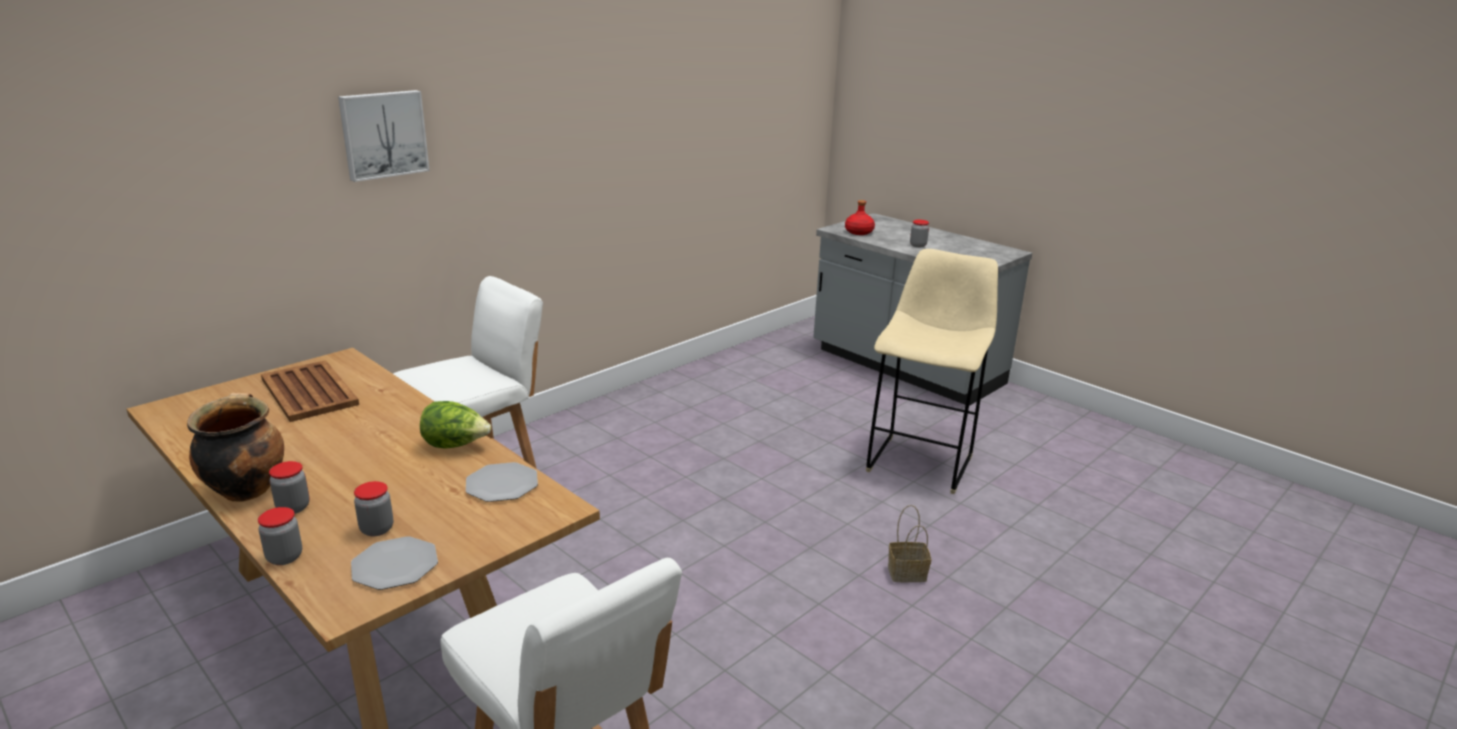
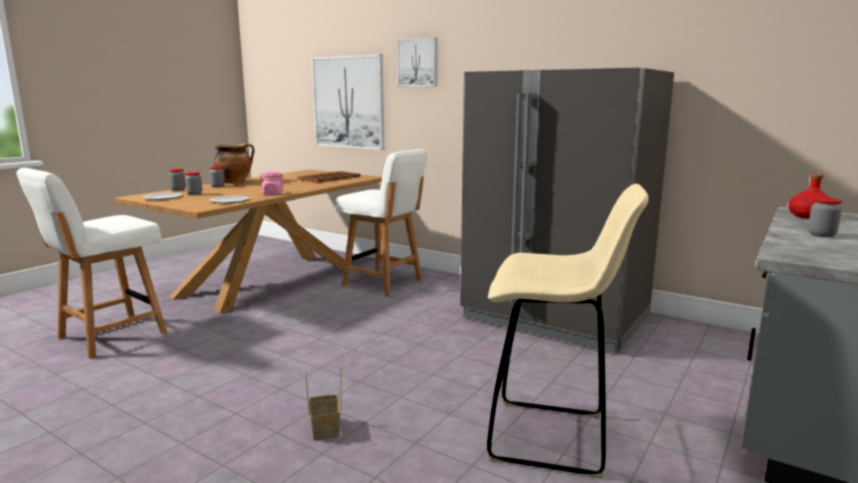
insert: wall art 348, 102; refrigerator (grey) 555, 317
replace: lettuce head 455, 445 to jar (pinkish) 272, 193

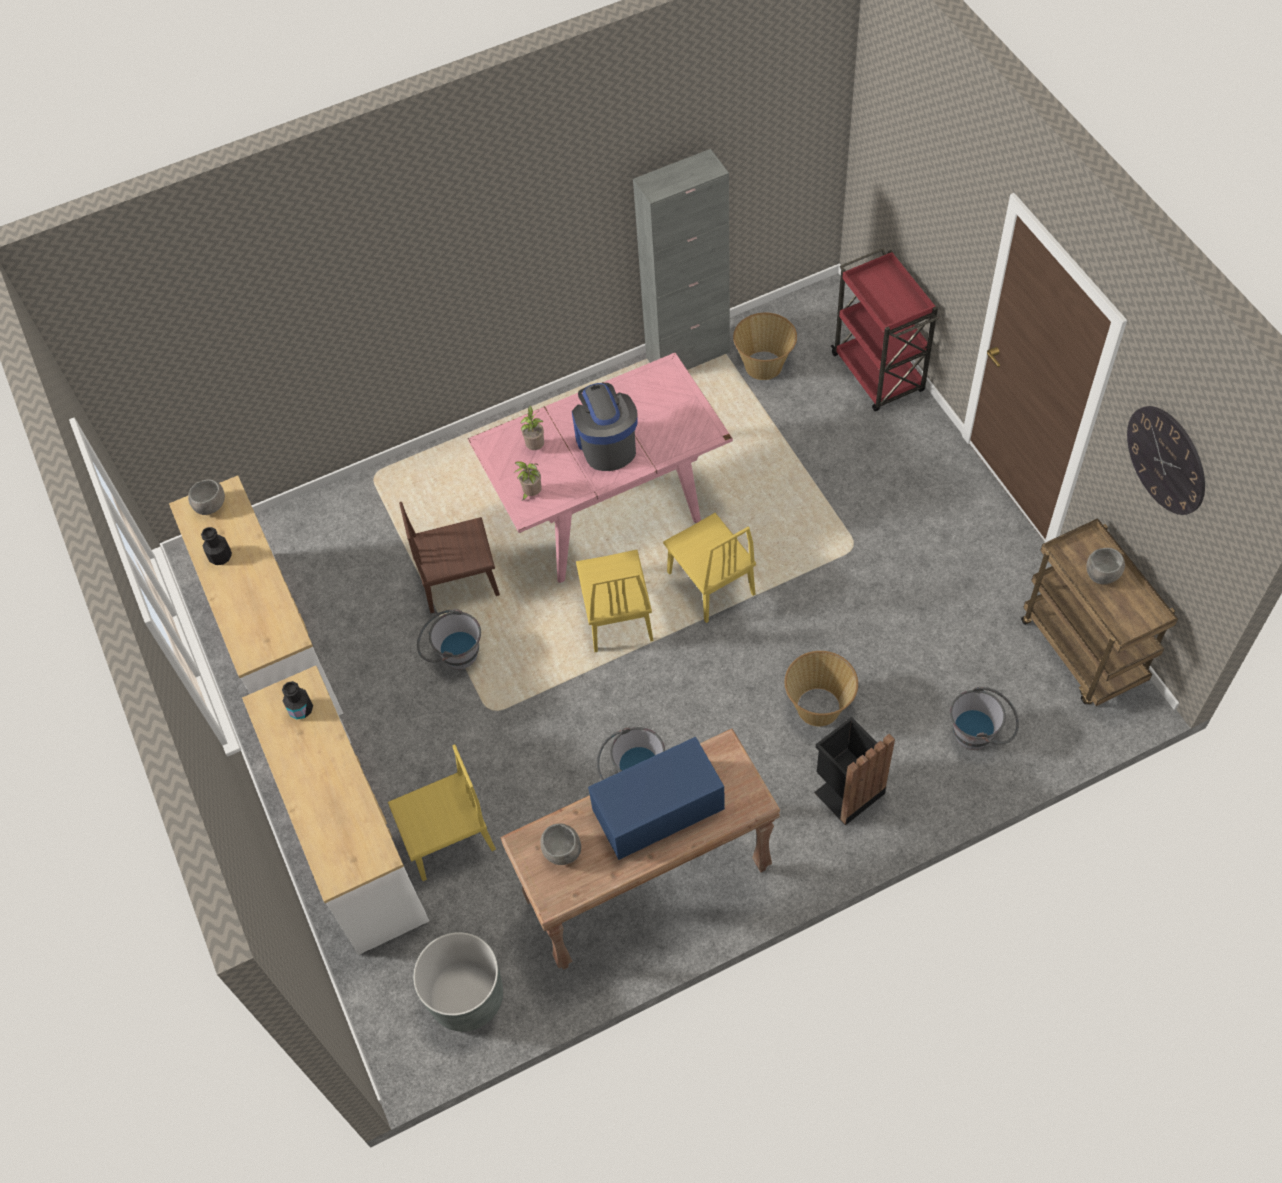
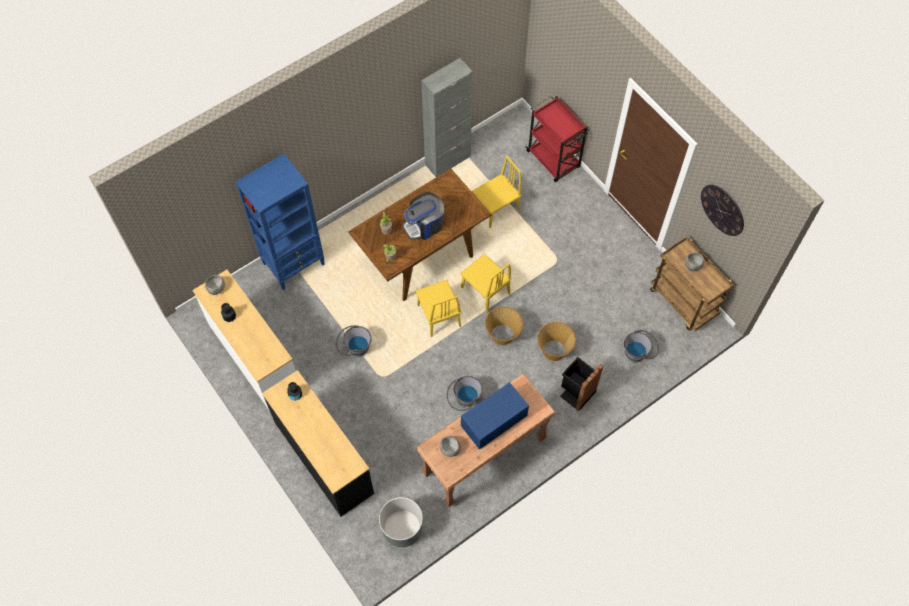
delete: plain chair (brown-coloured) 459, 580
insert: shelving unit (blue) 294, 263
move: plain chair (yellow-coloured) 448, 838 to 496, 208; storage basket 764, 365 to 503, 335
recolor: dresser (white-coloured) 352, 841 to dresser (black-coloured) 323, 458; dining table (pinkish) 608, 510 to dining table (brown-coloured) 421, 256
rotate: coffee maker 606, 443 = 424, 225 90 degrees counterclockwise

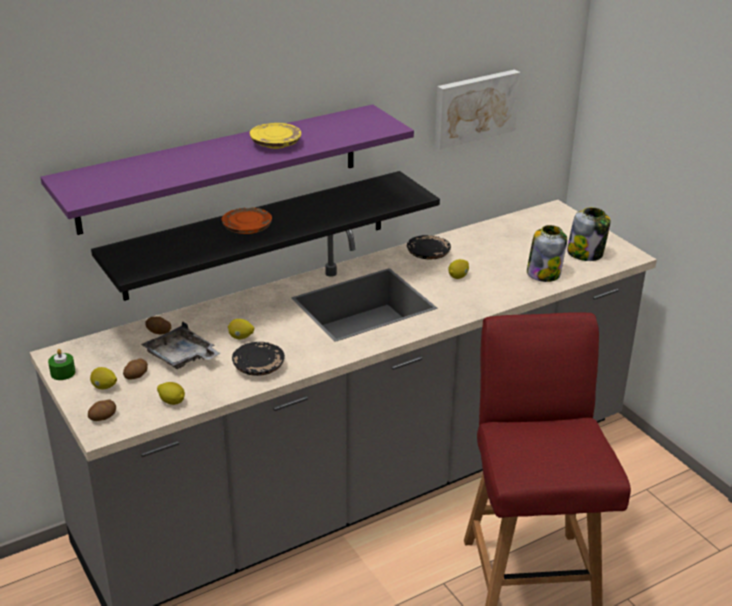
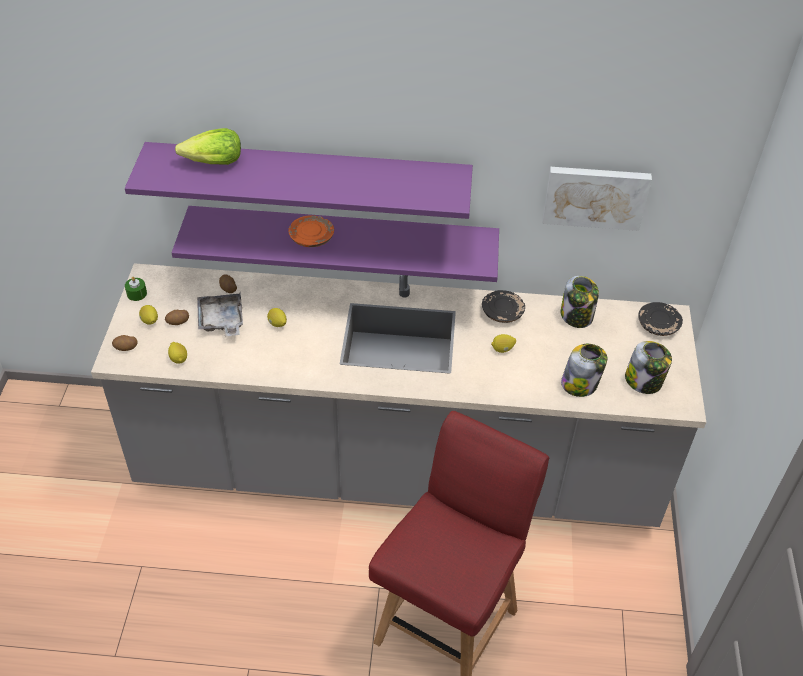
delete: flat dish (yellow-coloured) 276, 144
insert: lettuce head 213, 162; jar 577, 316
move: flat dish (black-coloured) 259, 366 to 658, 325
recolor: bracket shelf (black-coloured) 257, 234 to bracket shelf (purplish) 343, 238

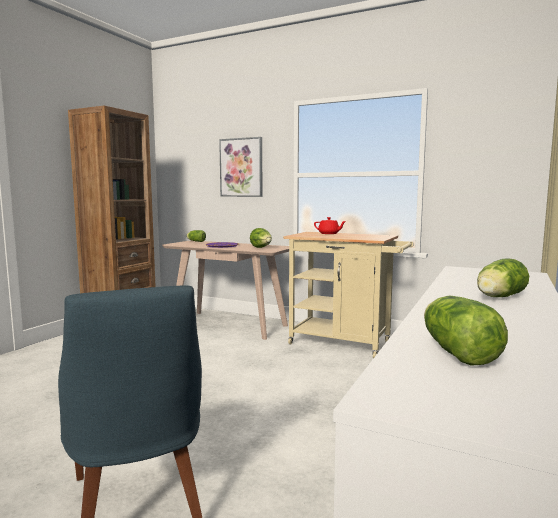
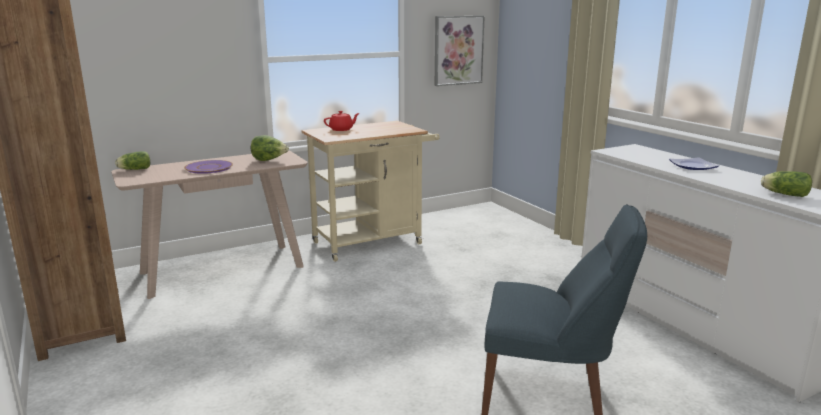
move: wall art 241, 167 to 458, 50
replace: lettuce head 498, 297 to flat dish 693, 166

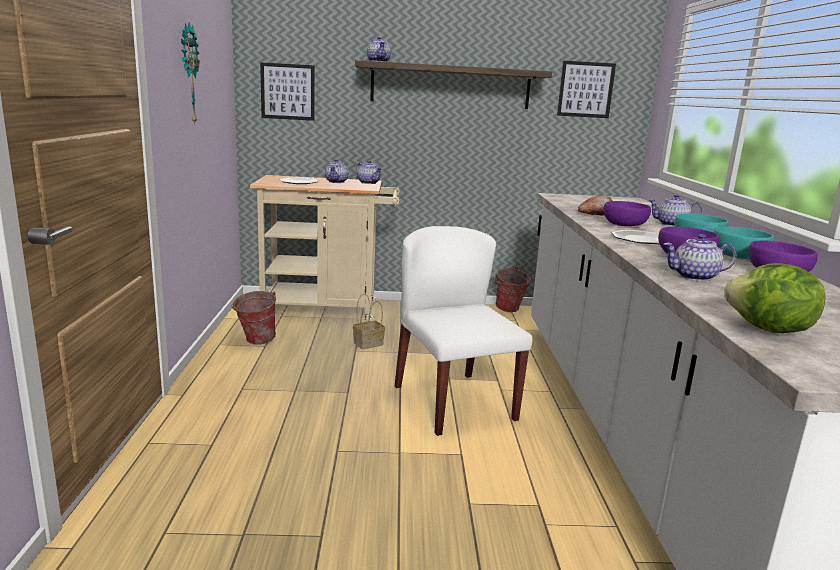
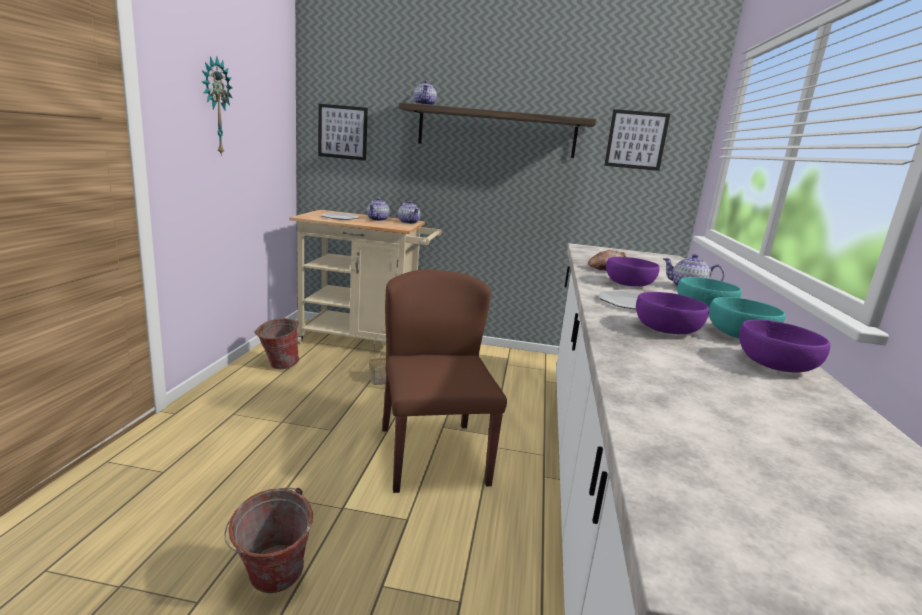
delete: pot for tea 694, 277; lettuce head 768, 330
move: water bucket 508, 310 to 271, 584
recolor: plain chair (white-coloured) 453, 402 to plain chair (brown-coloured) 432, 454

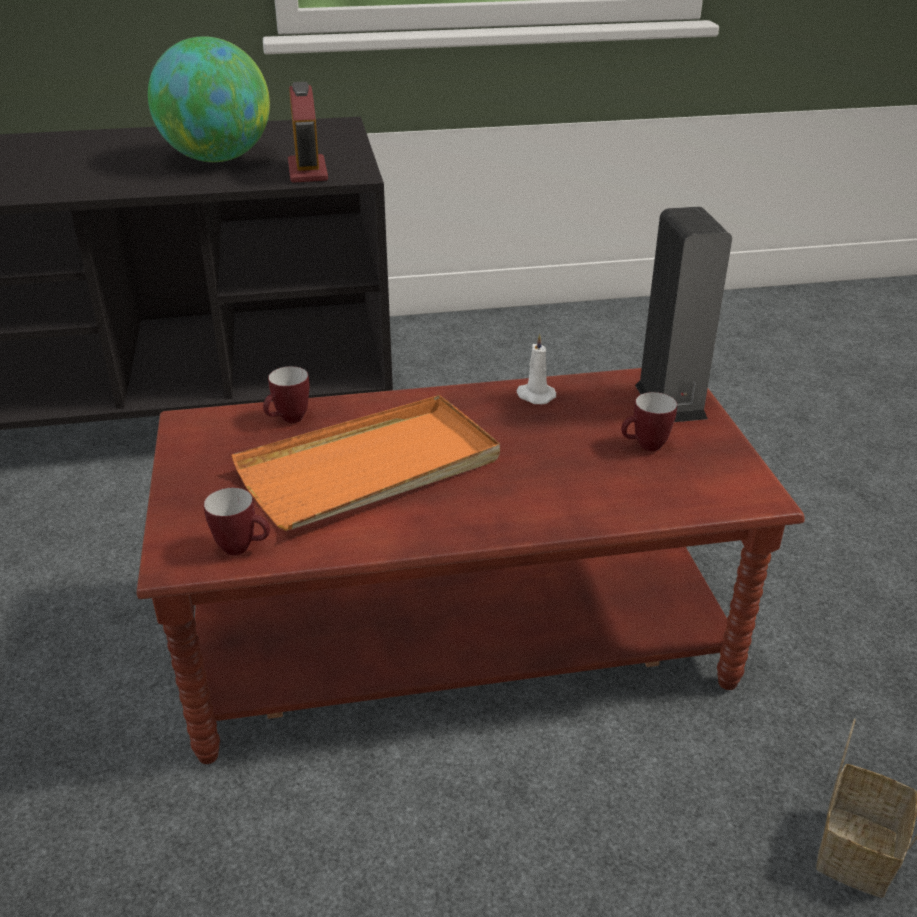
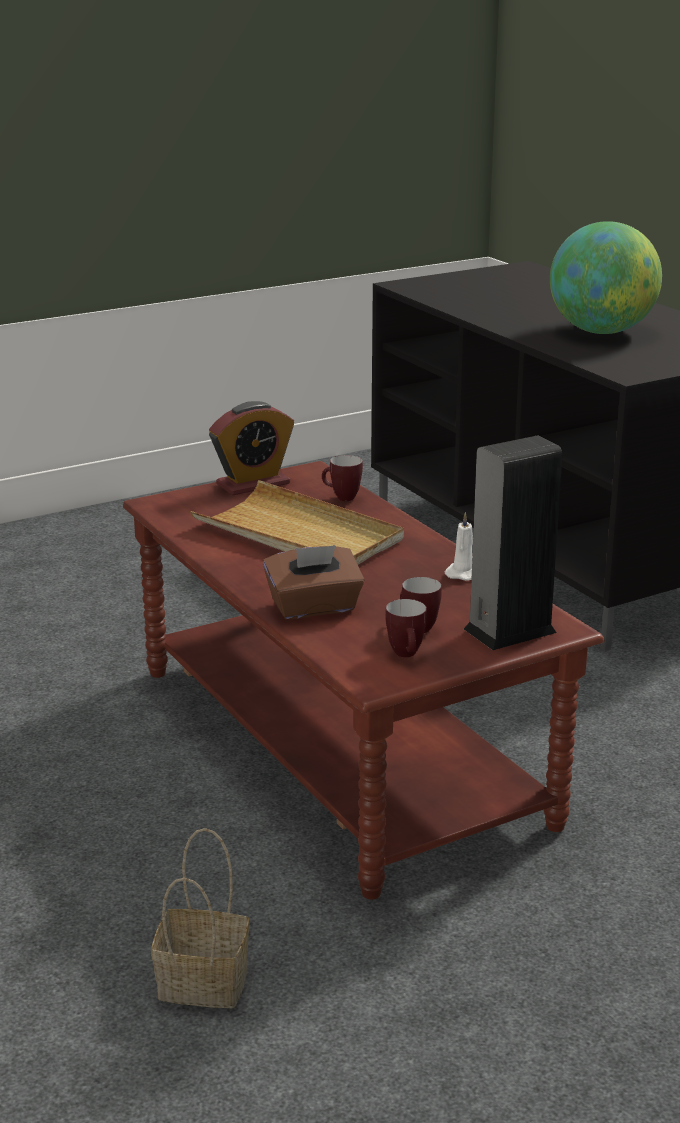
insert: tissue box (brown-coloured) 314, 607
move: alarm clock 307, 171 to 253, 484; coffee mug 243, 548 to 407, 655
recolor: carrying tray (orange) 371, 469 to carrying tray (beige) 298, 534

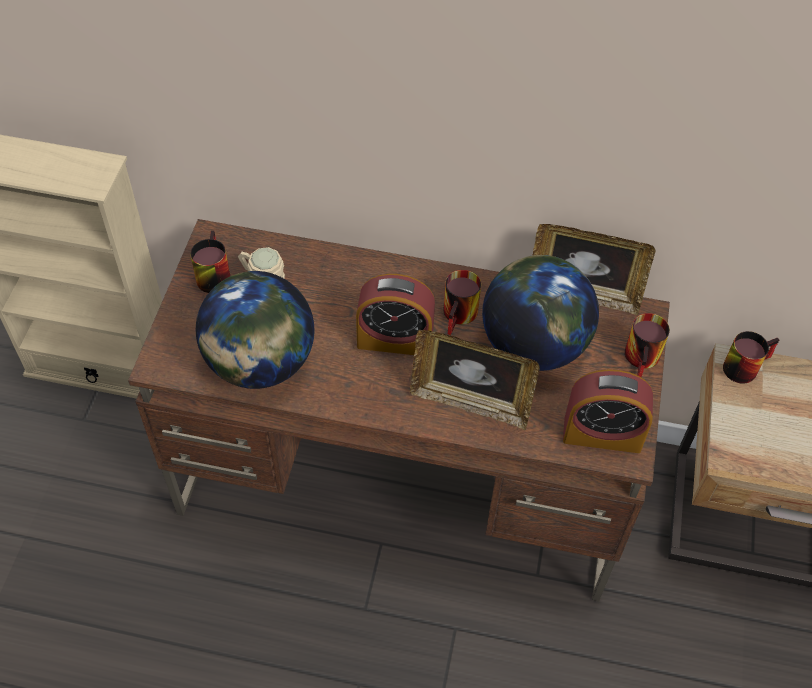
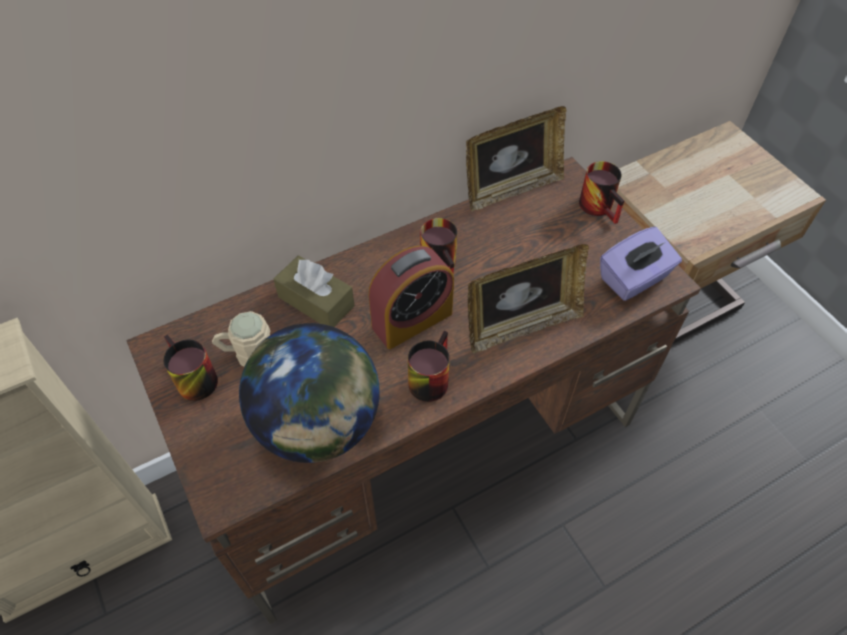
delete: desk globe 534, 345
insert: tissue box (brown-coloured) 316, 301
move: coffee mug 743, 364 to 428, 376
replace: alarm clock 602, 434 to tissue box (purplish) 634, 279

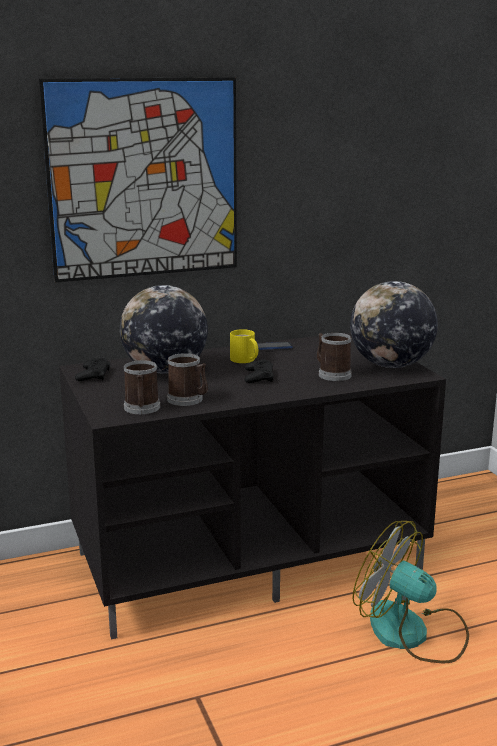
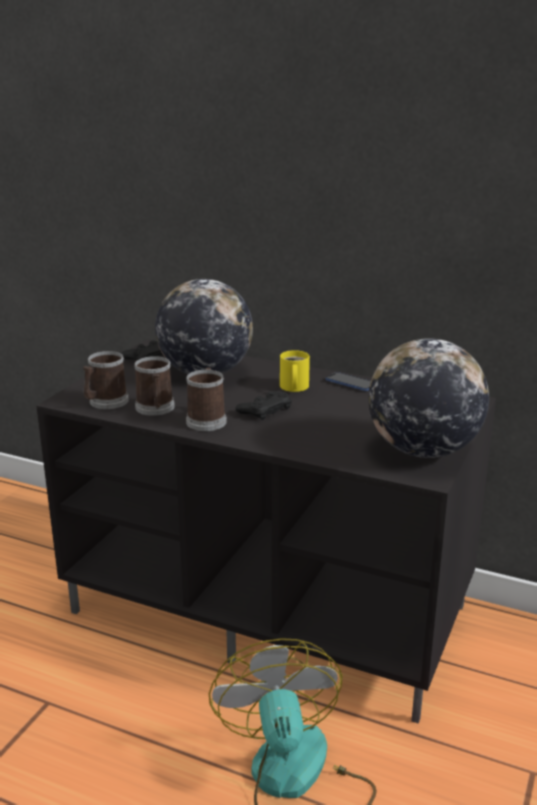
delete: wall art 144, 179
move: coffee mug 331, 374 to 207, 420

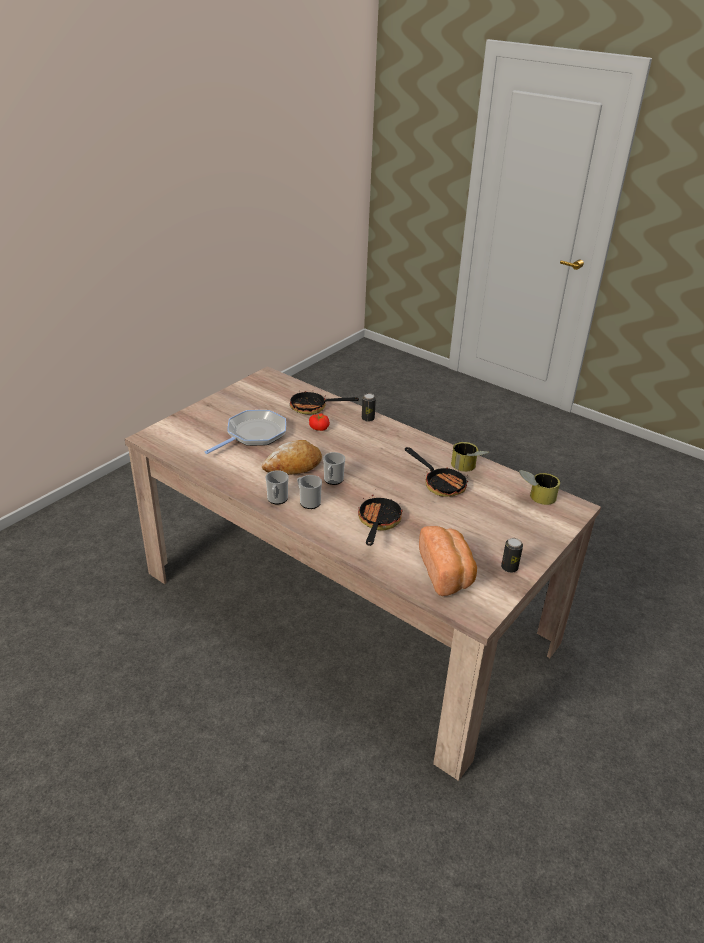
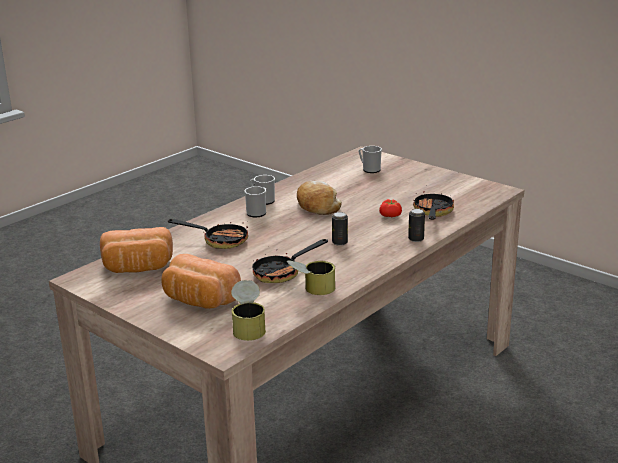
delete: frying pan 253, 434
insert: bread 199, 300
move: metal can 509, 567 to 340, 242; coffee mug 332, 480 to 369, 169

